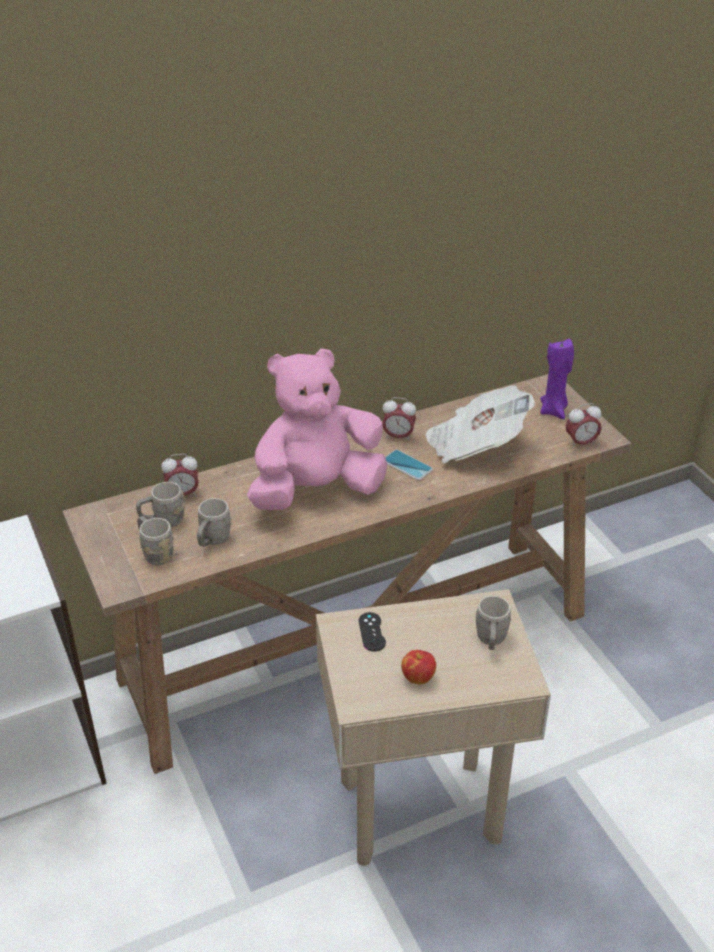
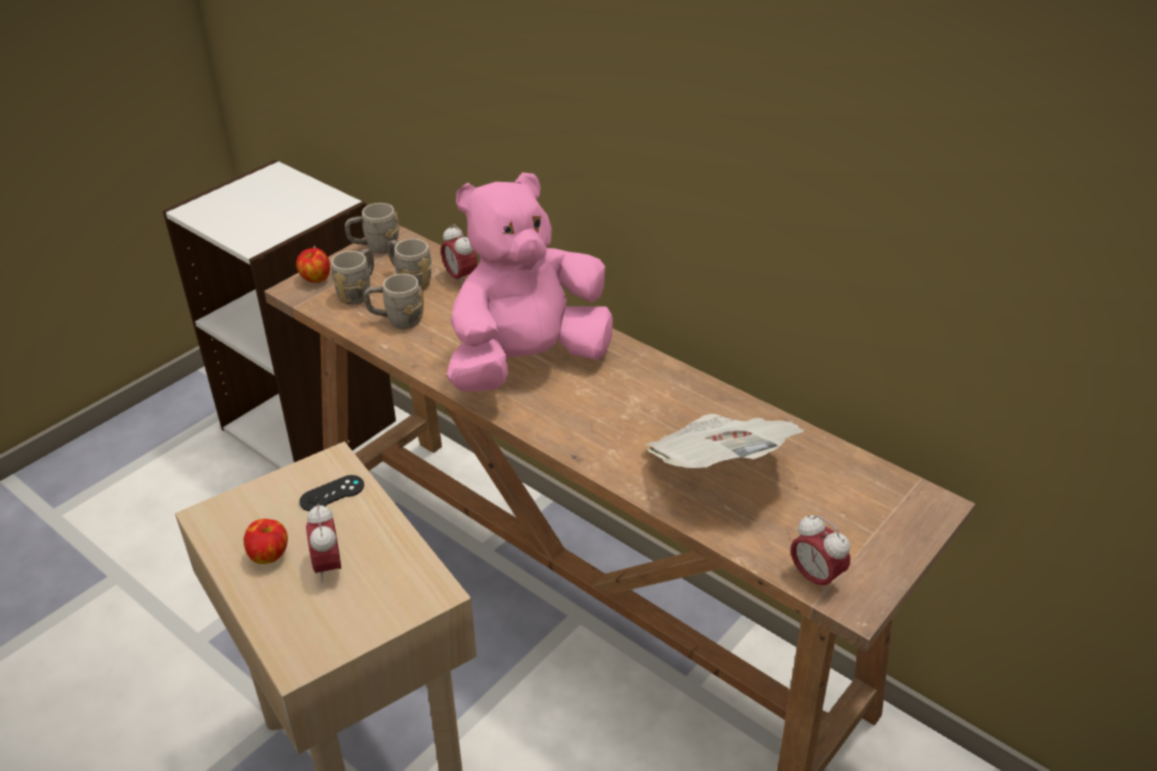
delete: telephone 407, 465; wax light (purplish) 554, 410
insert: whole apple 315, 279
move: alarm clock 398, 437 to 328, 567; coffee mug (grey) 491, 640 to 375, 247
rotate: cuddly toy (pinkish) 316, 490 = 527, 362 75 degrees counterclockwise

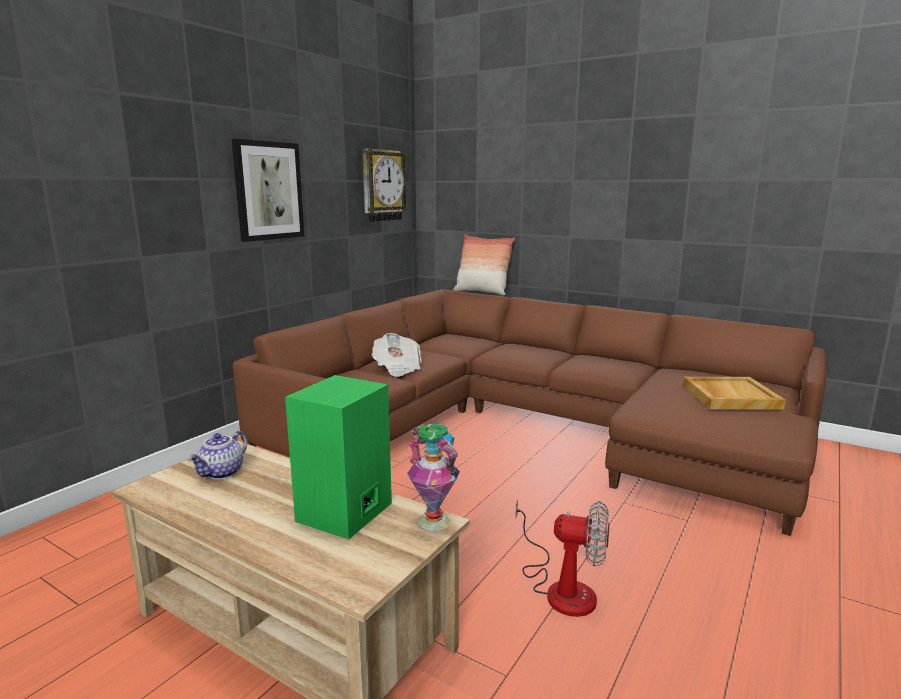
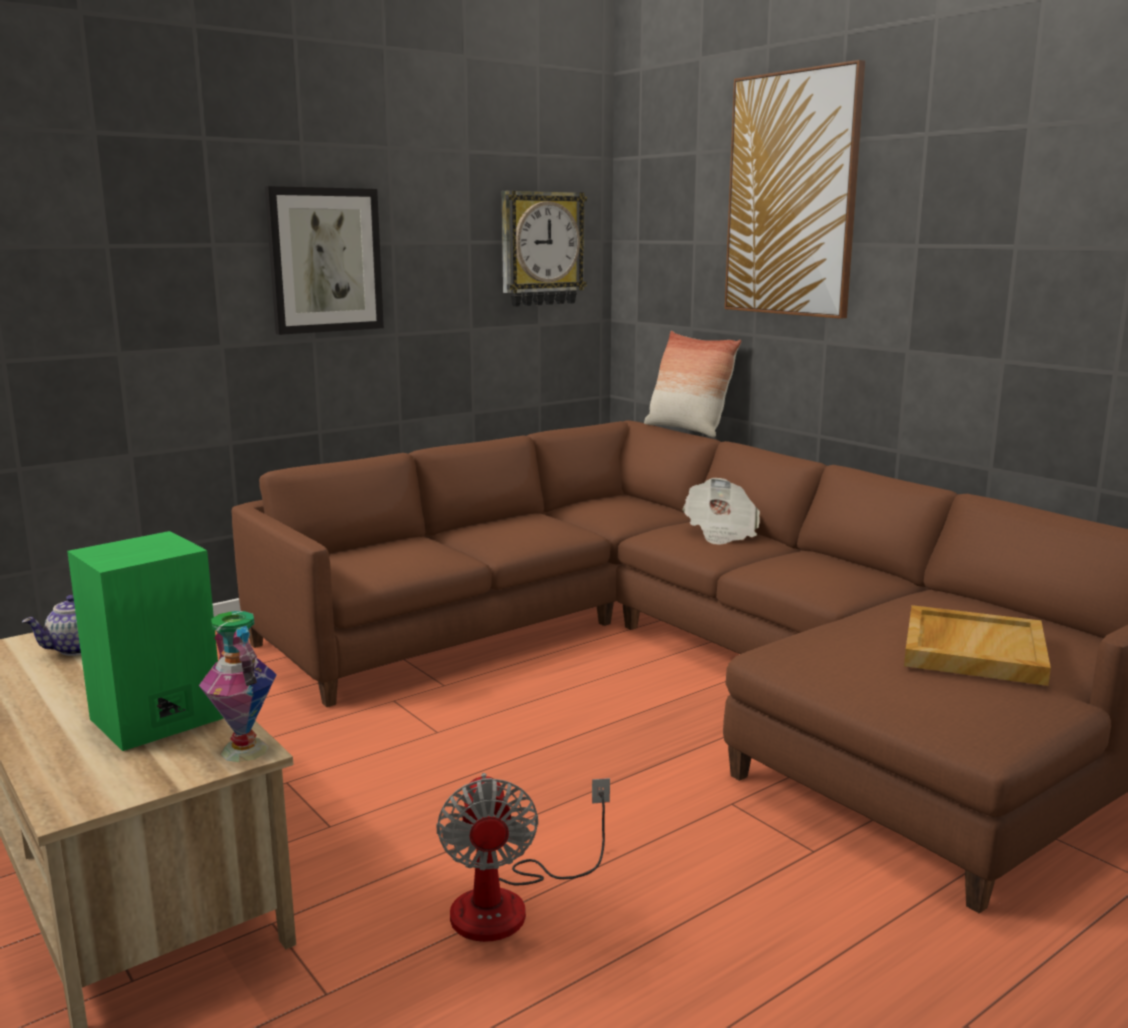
insert: wall art 792, 195
move: printed paper 397, 368 to 721, 533
rotate: cooling fan 561, 587 = 510, 902 45 degrees clockwise

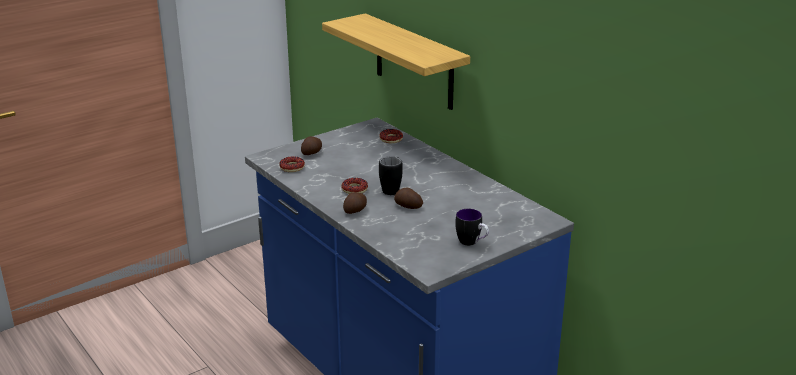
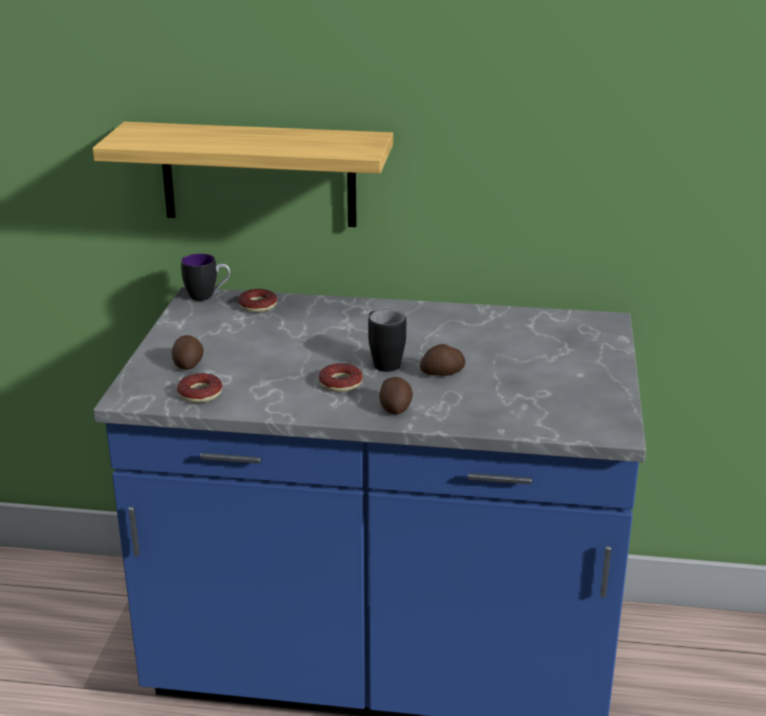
move: coffee mug 472, 243 to 207, 296

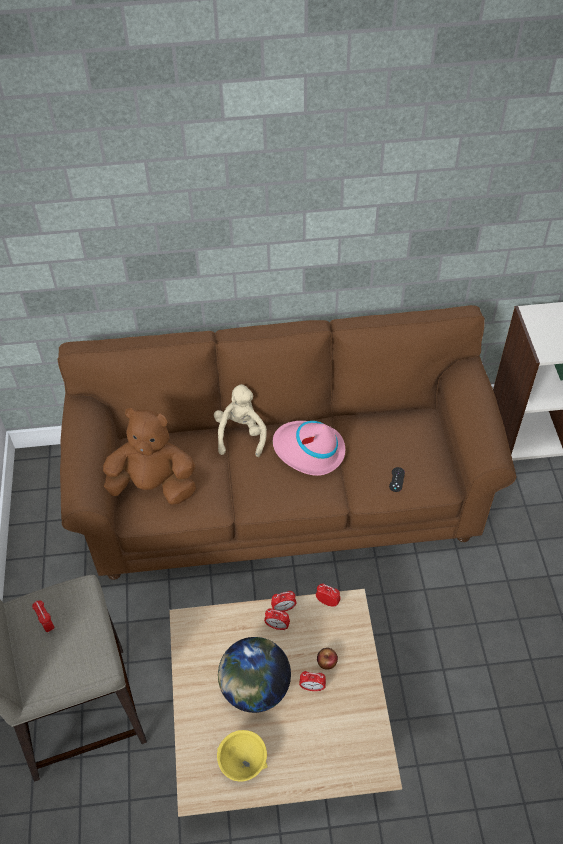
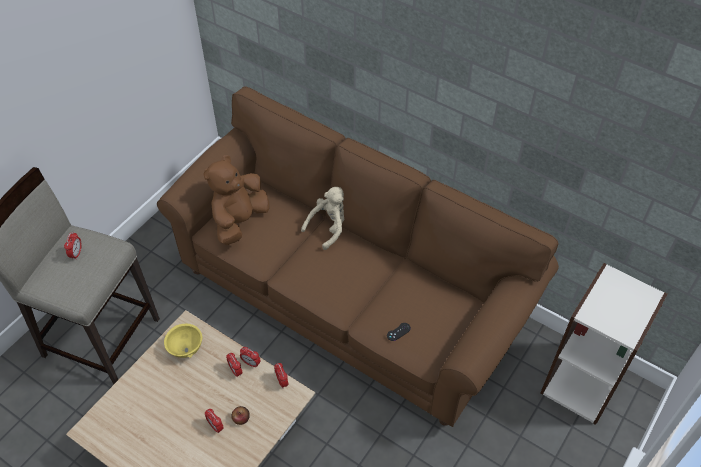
delete: desk globe 255, 688; hat (pinkish) 309, 450
move: deep dish (yellow-coloured) 243, 763 to 185, 349
rotate: cuddly toy (brown-coloured) 152, 485 = 239, 221 105 degrees counterclockwise

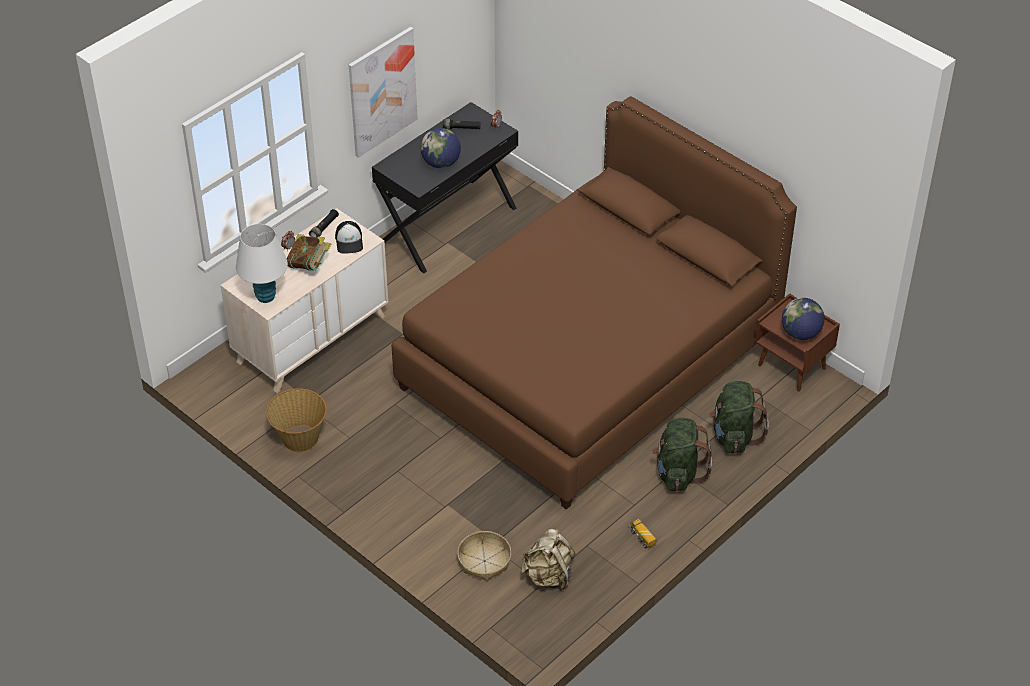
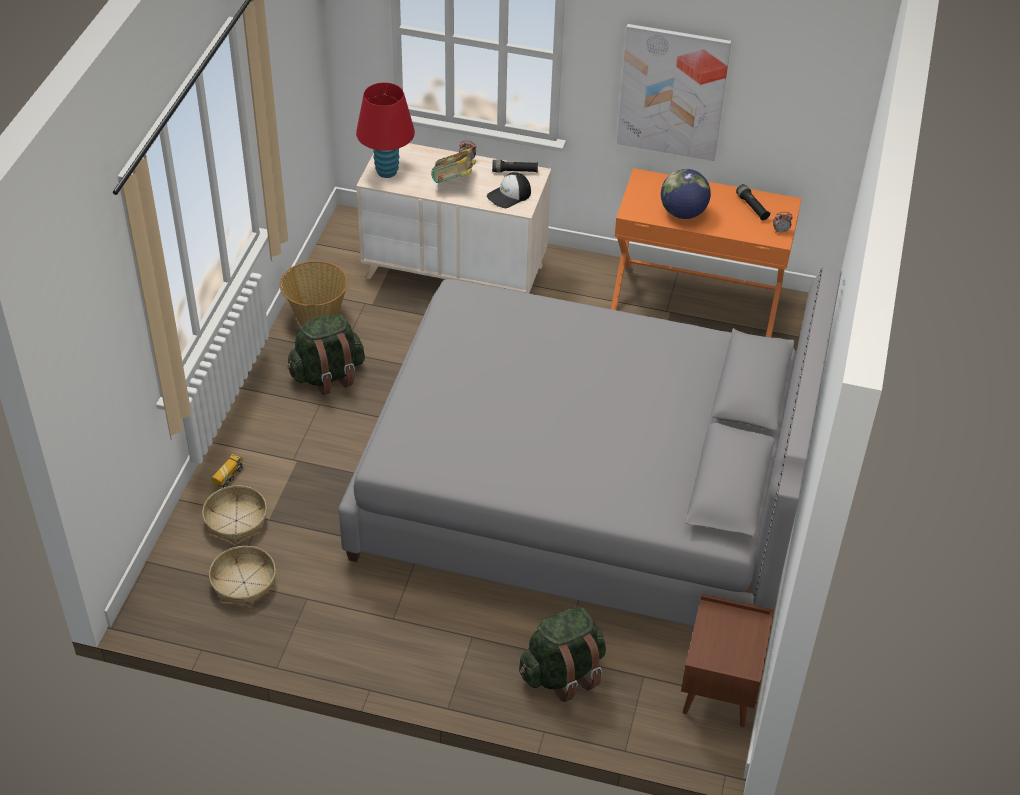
delete: desk globe 800, 333
move: toy truck 642, 537 to 229, 476; backpack (greenish) 678, 473 to 328, 375
replace: backpack (beige) 548, 576 to storage basket 243, 582
recolor: sleeping bed (brown-coloured) 589, 361 to sleeping bed (grey) 583, 494; table lamp (white-coloured) 265, 296 to table lamp (reddish) 387, 171; desk (black-coloured) 447, 224 to desk (orange) 696, 301

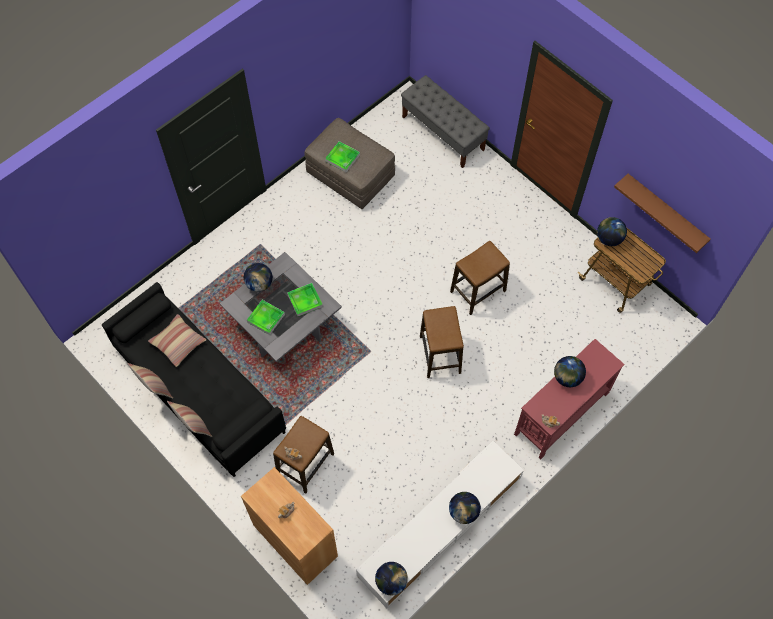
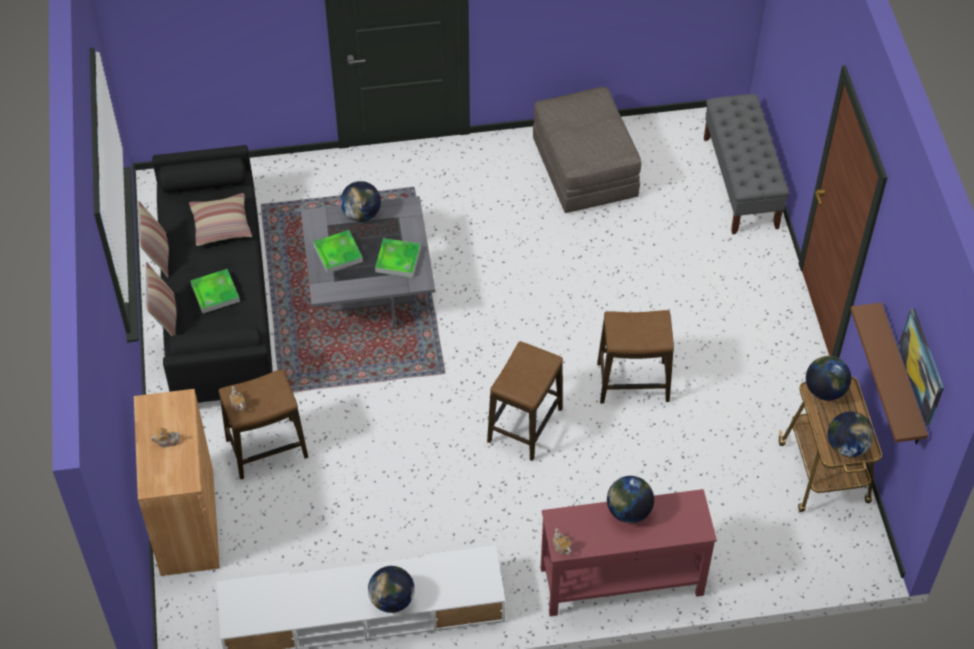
insert: wall art 922, 366
move: carrying tray 342, 158 to 215, 293; desk globe 391, 582 to 846, 446

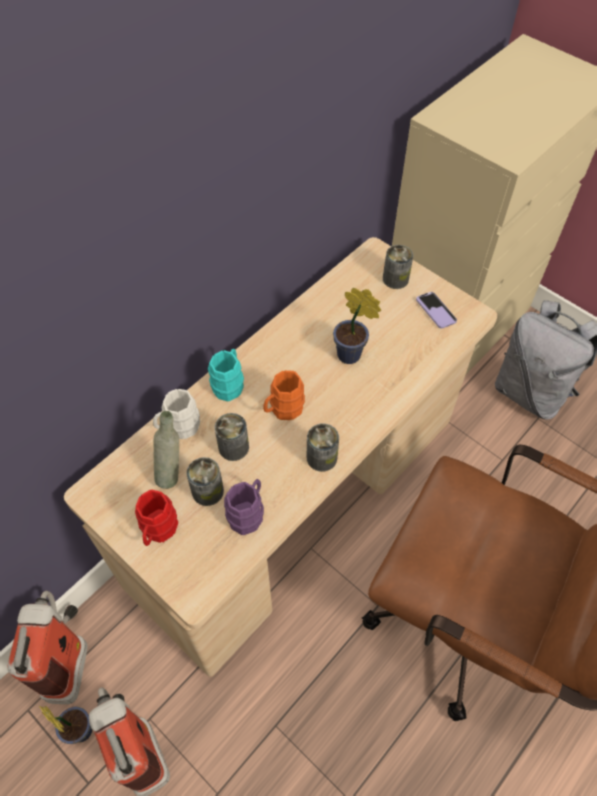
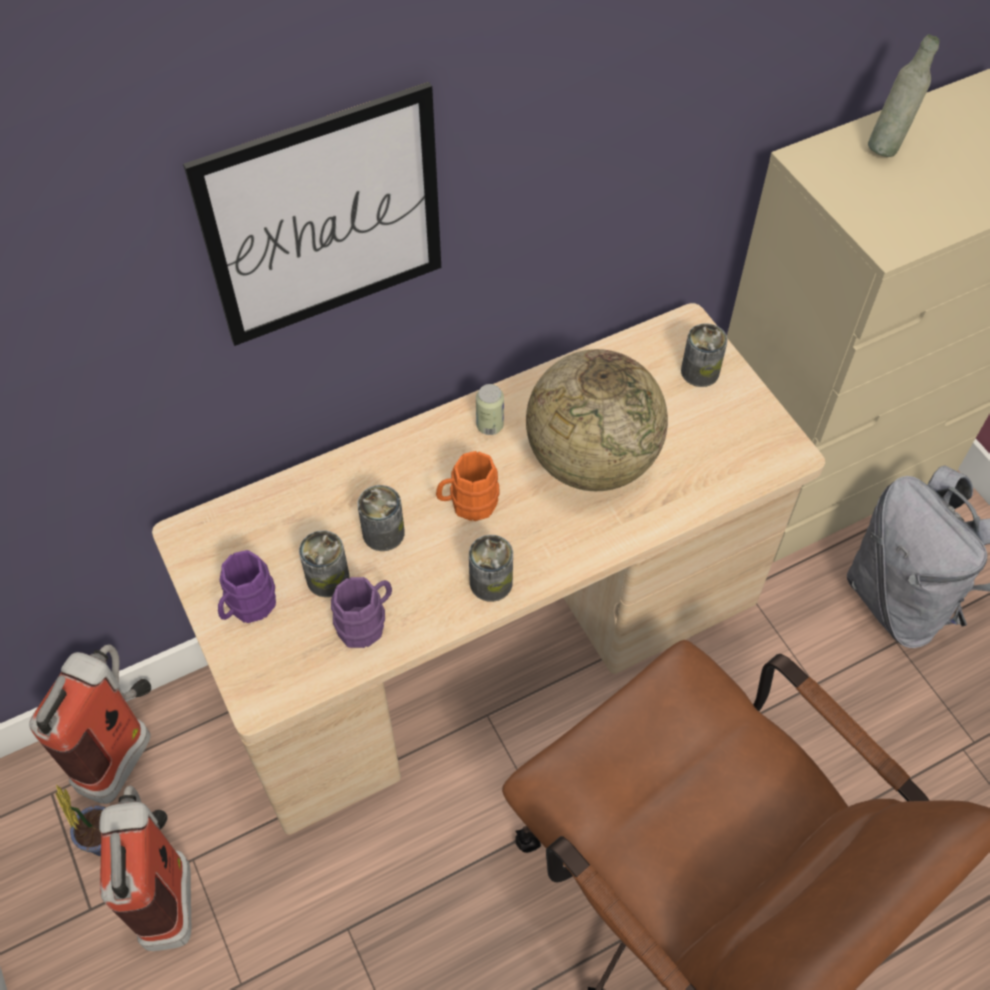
delete: coffee mug (white-coloured) 178, 427; coffee mug (turquoise) 229, 383; telephone 436, 311
insert: wall art 324, 218; metal can 490, 425
move: bottle (grey) 172, 472 to 887, 145
replace: houseplant 352, 356 to desk globe 591, 460
recolor: coffee mug (reddish) 158, 530 to coffee mug (purplish) 247, 606

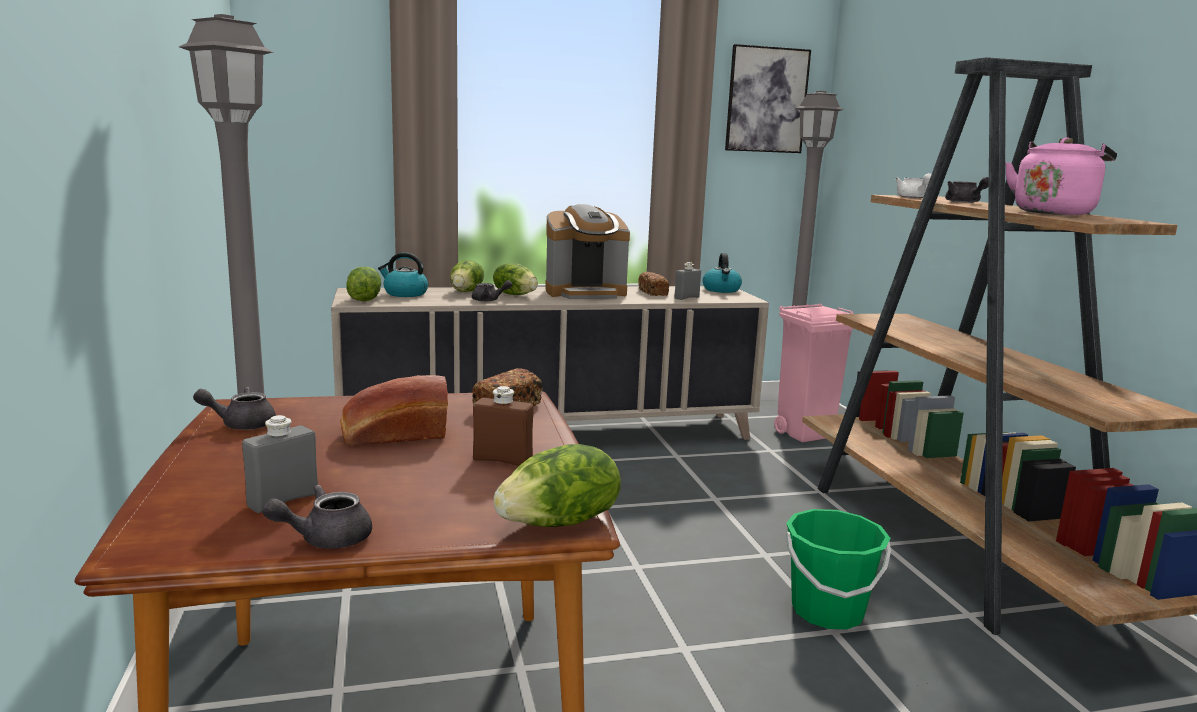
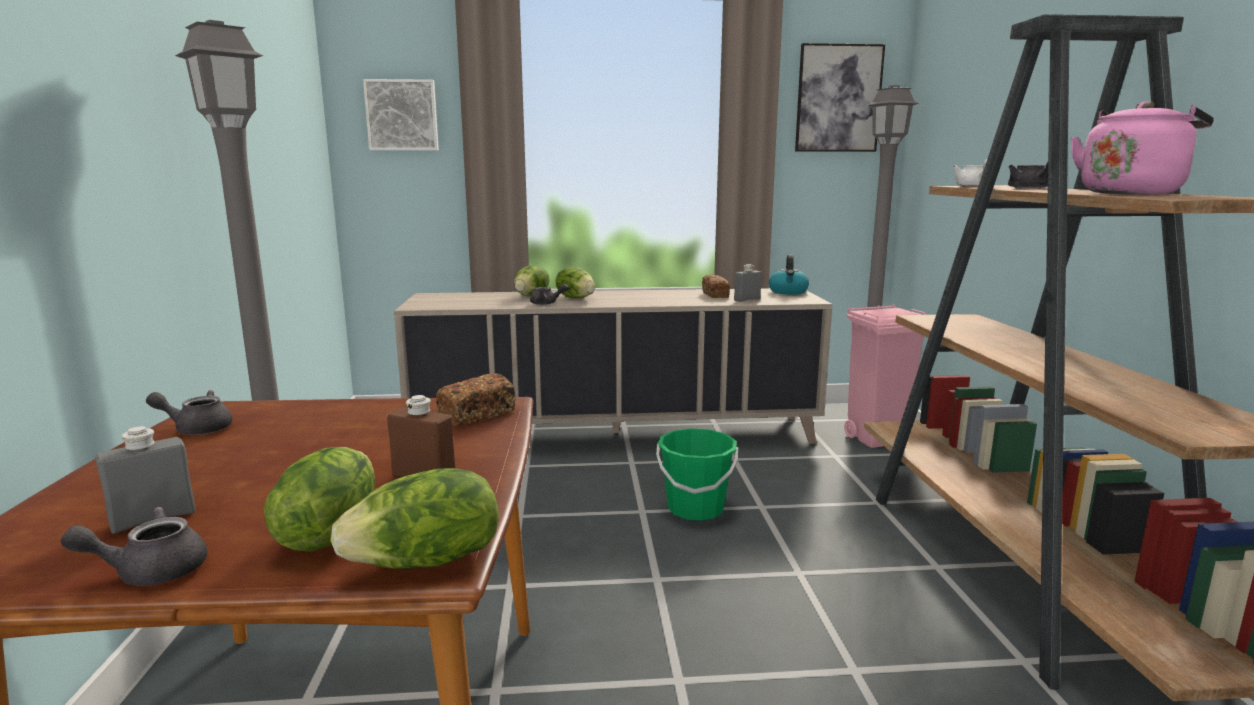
delete: bread 393, 435; kettle 405, 294; coffee maker 585, 293
insert: wall art 402, 115
move: lettuce head 364, 299 to 329, 532; water bucket (greenish) 827, 611 to 695, 508

